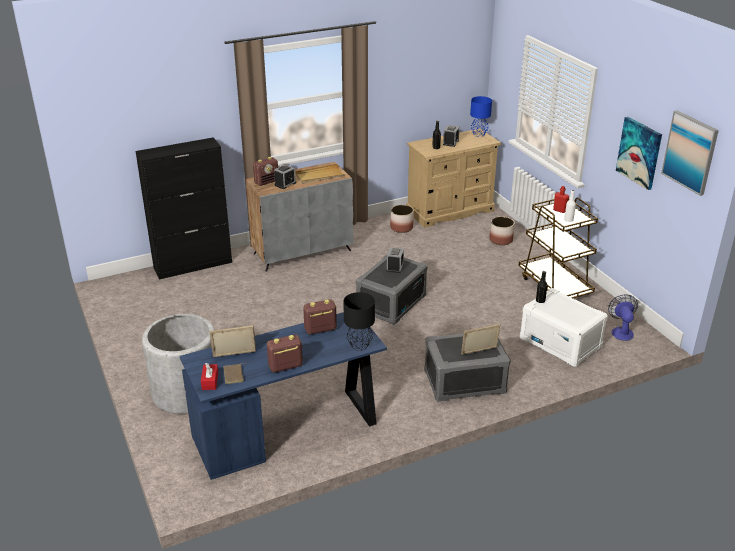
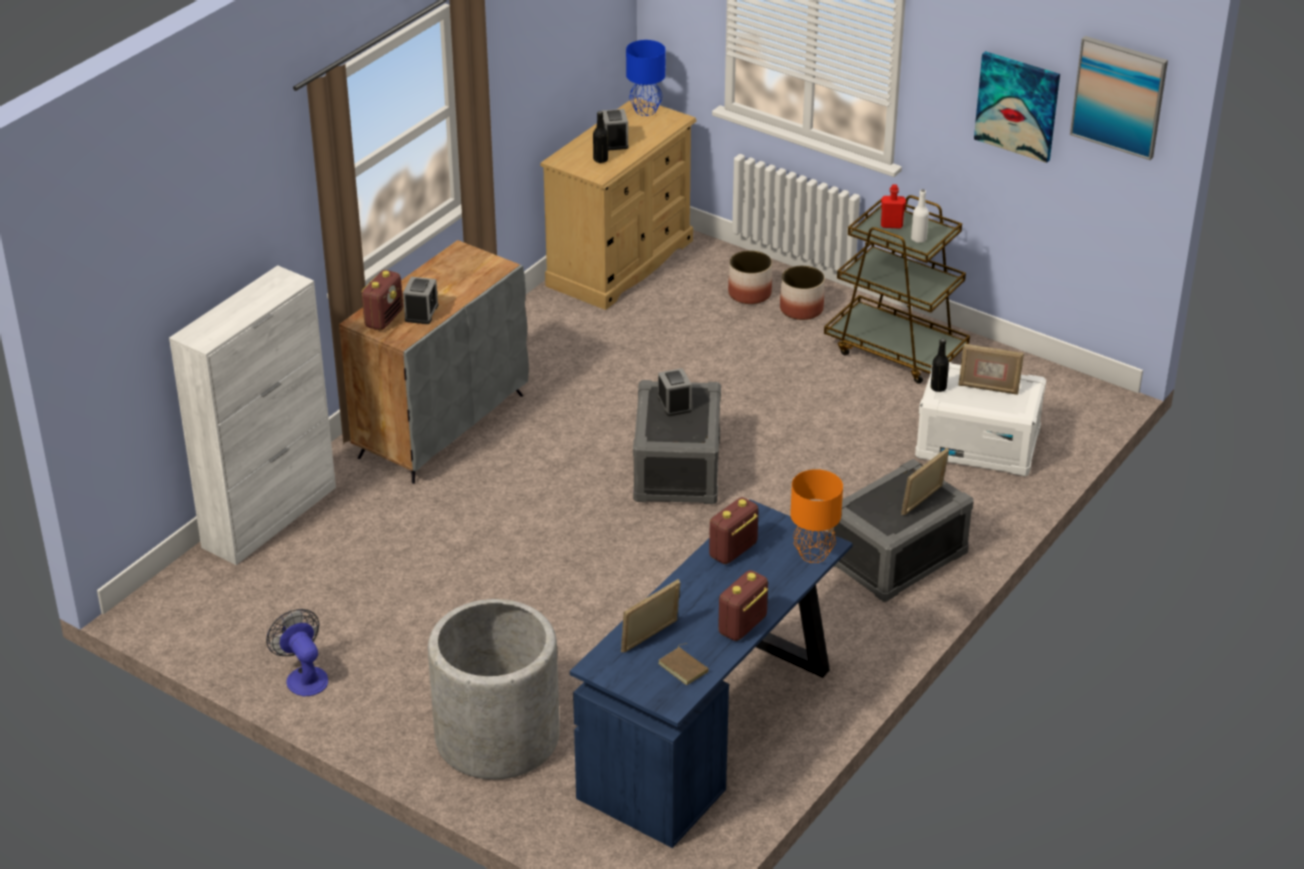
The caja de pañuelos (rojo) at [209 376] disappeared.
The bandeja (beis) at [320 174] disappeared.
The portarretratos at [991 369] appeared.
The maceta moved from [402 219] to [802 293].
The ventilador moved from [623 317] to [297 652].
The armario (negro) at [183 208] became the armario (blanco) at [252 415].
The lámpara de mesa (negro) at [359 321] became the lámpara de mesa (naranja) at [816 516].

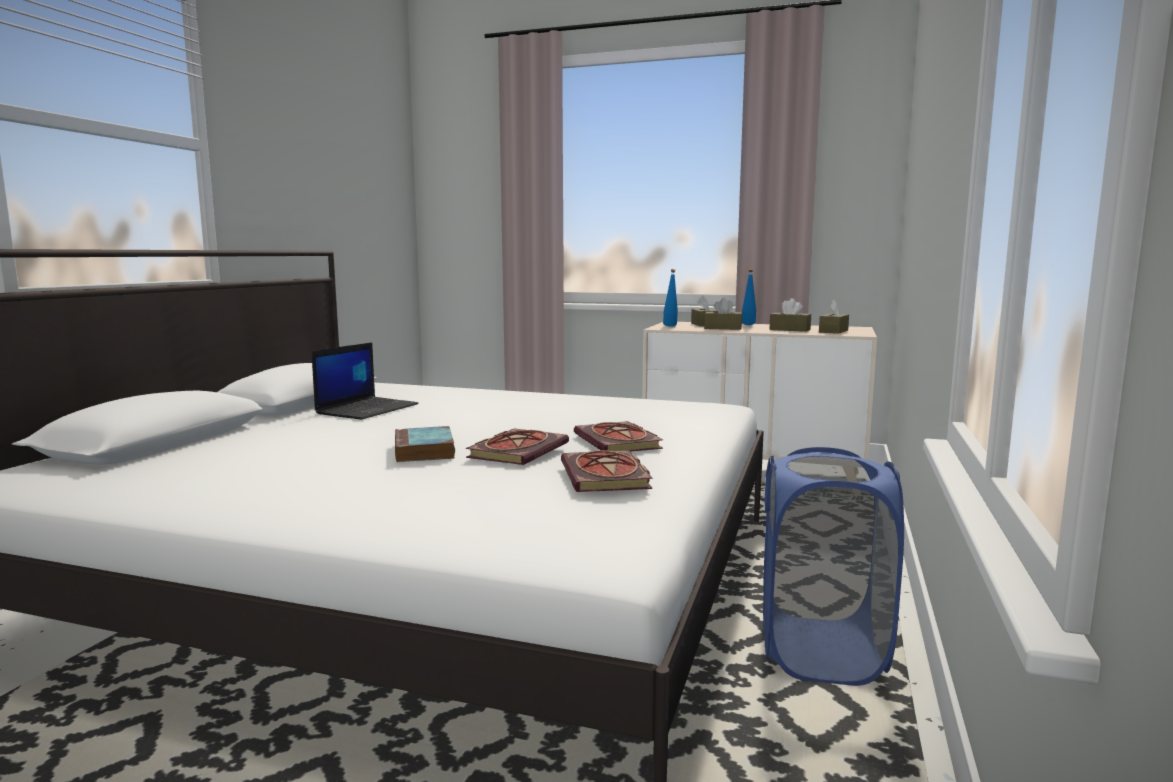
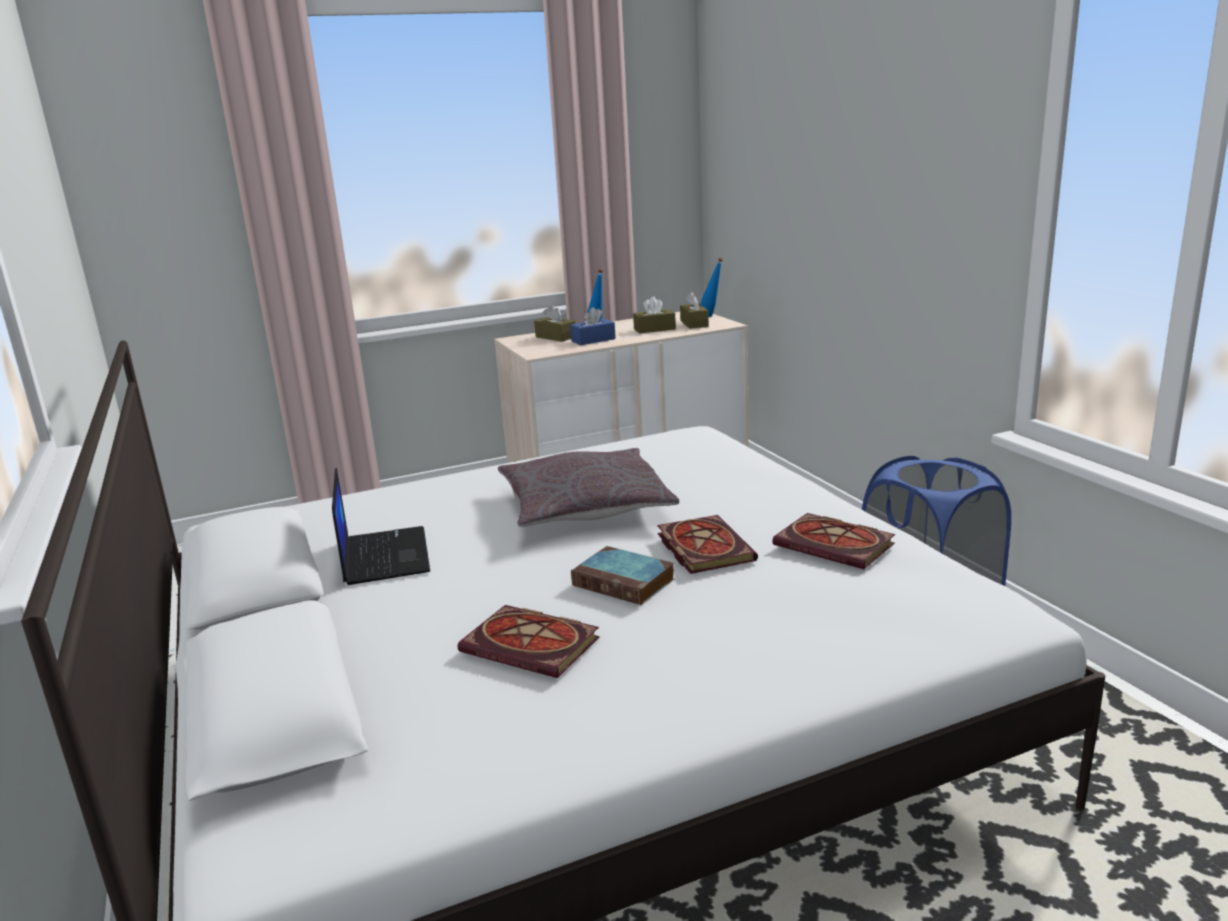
The cojín (gris) at [588 487] appeared.
The libro moved from [618 436] to [529 641].
The botella (azul) moved from [670 298] to [711 287].
The caja de pañuelos (marrón) at [723 314] became the caja de pañuelos (azul) at [593 326].

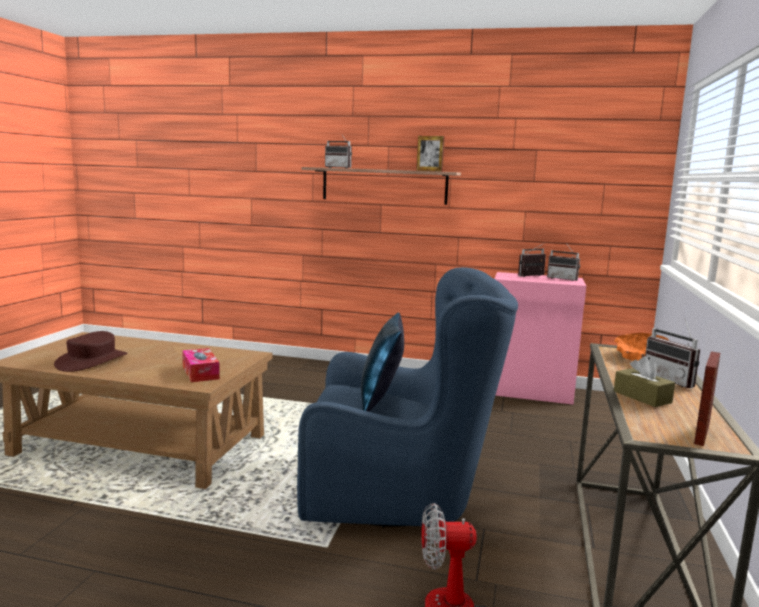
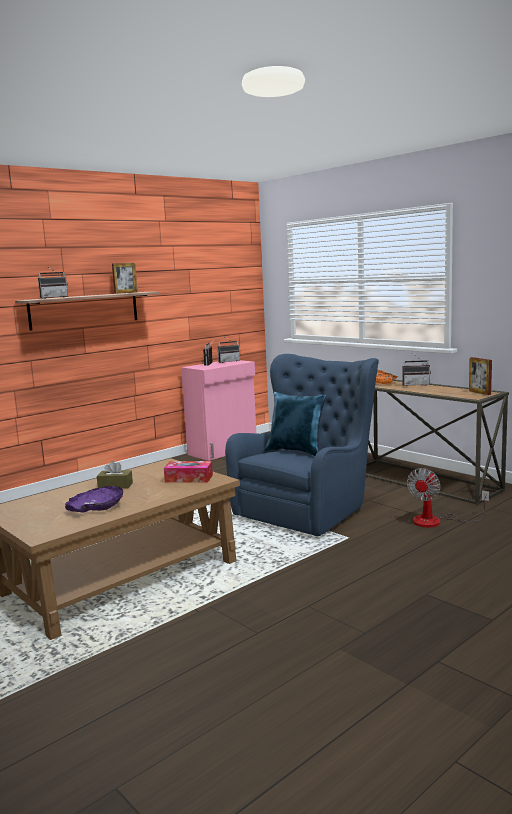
The caja de pañuelos (marrón) moved from [644 382] to [115 475].
The sombrero (marrón) at [90 351] was replaced by the cuenco (morado) at [94 499].

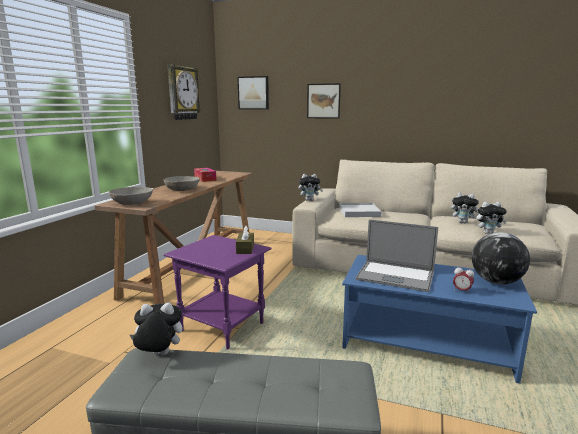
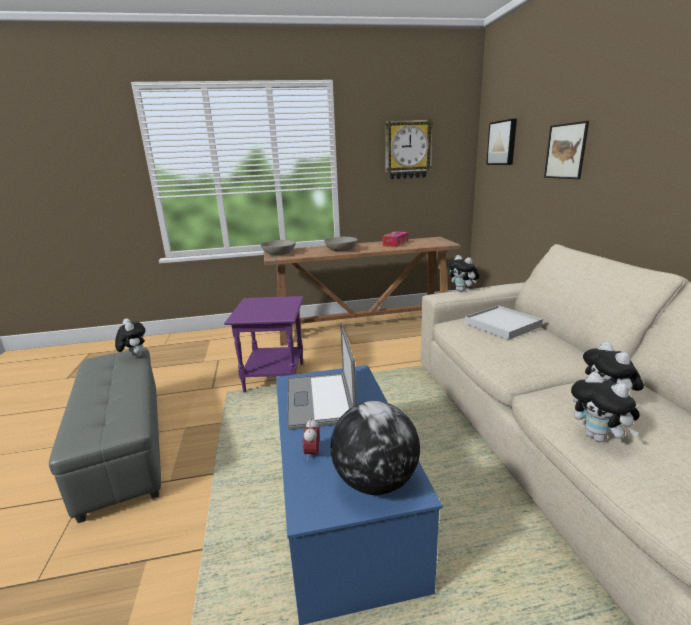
The caja de pañuelos (marrón) at [245 240] disappeared.

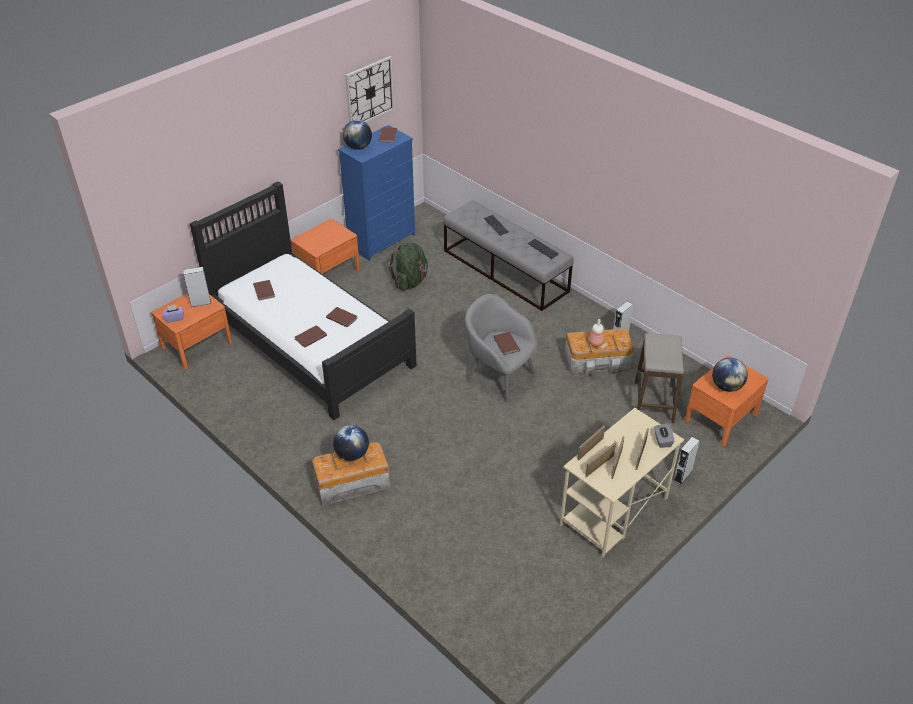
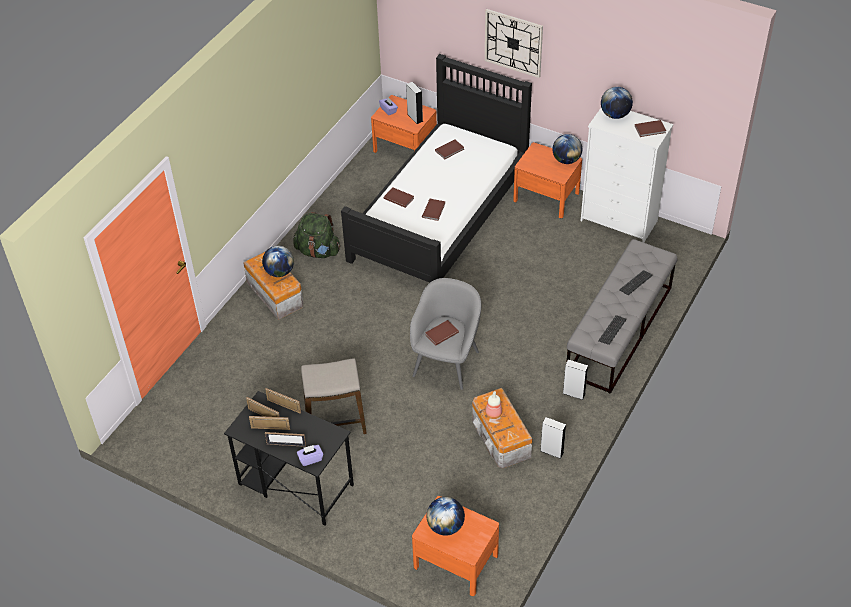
The globo terráqueo at [567 149] appeared.
The reloj de pared moved from [369 89] to [514 43].
The mochila (verde) moved from [408 266] to [316 235].
The taburete moved from [659 378] to [334 396].
The altavoz (gris) moved from [686 460] to [575 379].
The cómoda (azul) at [376 193] became the cómoda (blanco) at [627 175].
The escritorio (beis) at [622 483] became the escritorio (negro) at [289 458].
The caja de pañuelos (gris) at [664 435] became the caja de pañuelos (morado) at [310 455].

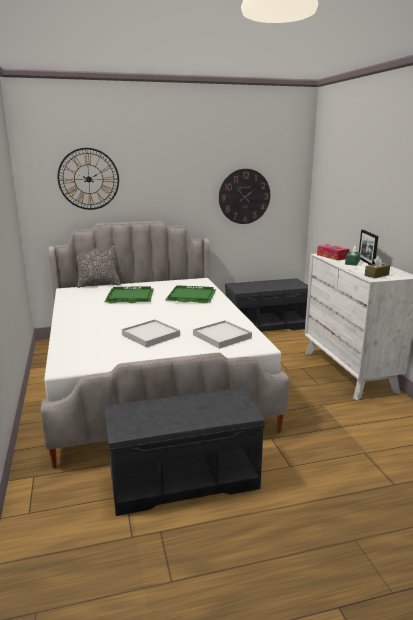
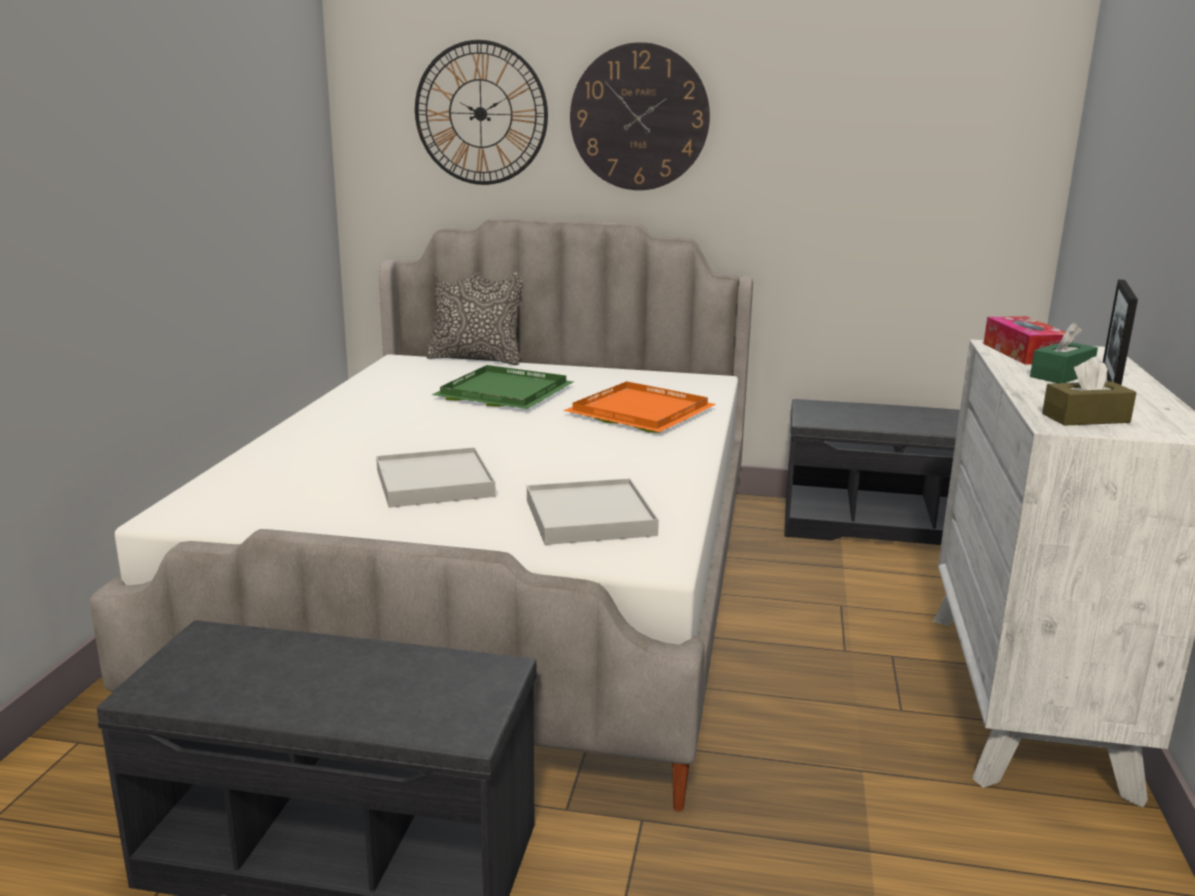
The reloj de pared moved from [244 196] to [640 116].
The bandeja (verde) at [190 294] became the bandeja (naranja) at [639 407].

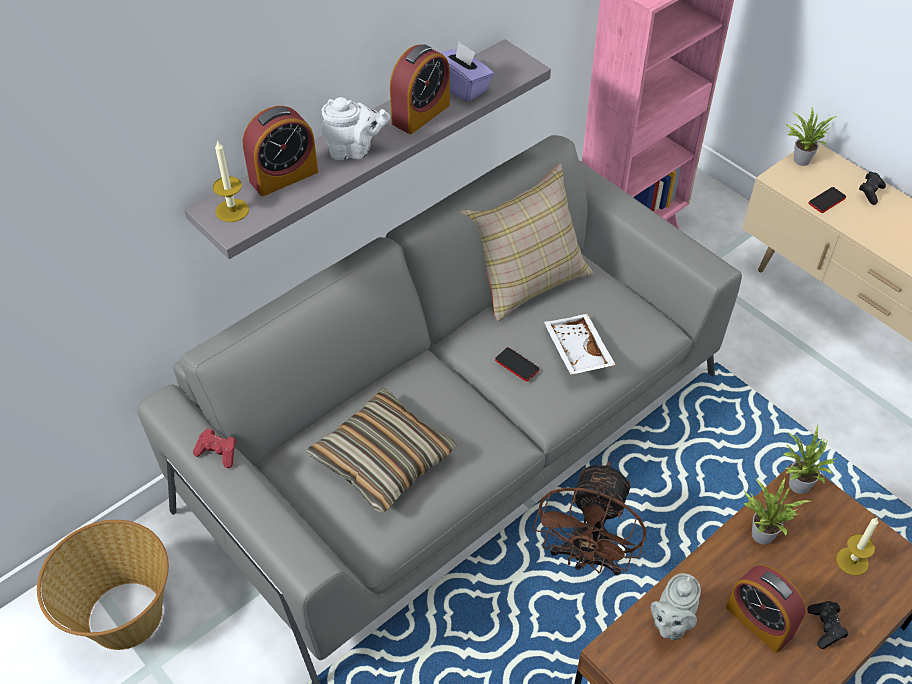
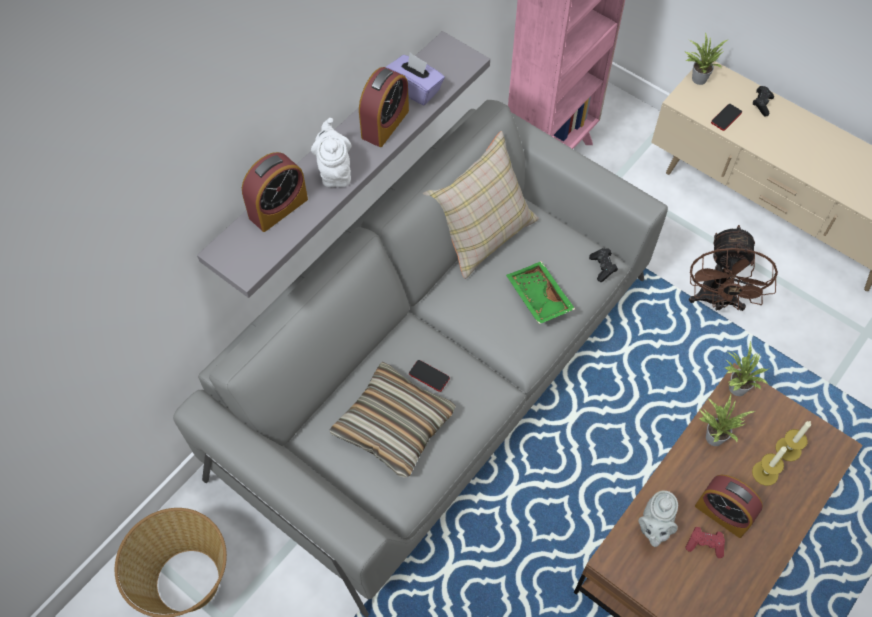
The mando de consola (rojo) moved from [215 448] to [705 542].
The vela moved from [231 181] to [769 466].
The móvil moved from [517 364] to [429 376].
The ventilador (marrón) moved from [589 518] to [733 268].
The mando de consola (negro) moved from [827 625] to [603 265].
The bandeja (blanco) at [580 344] became the bandeja (verde) at [540 292].
The tetera (blanco) at [355 128] turned 90 degrees counterclockwise.

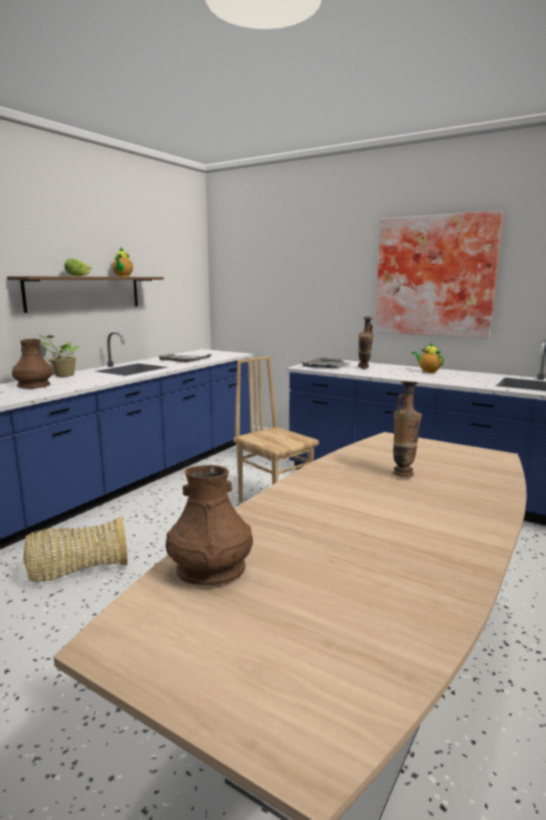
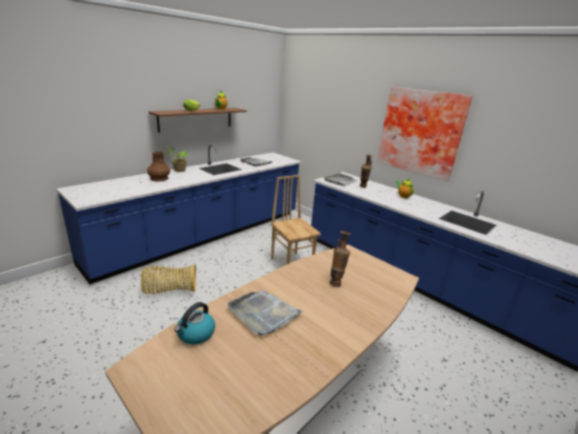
The bandeja (gris) at [266 312] appeared.
The florero (marrón) at [209 525] was replaced by the hervidor at [194 323].

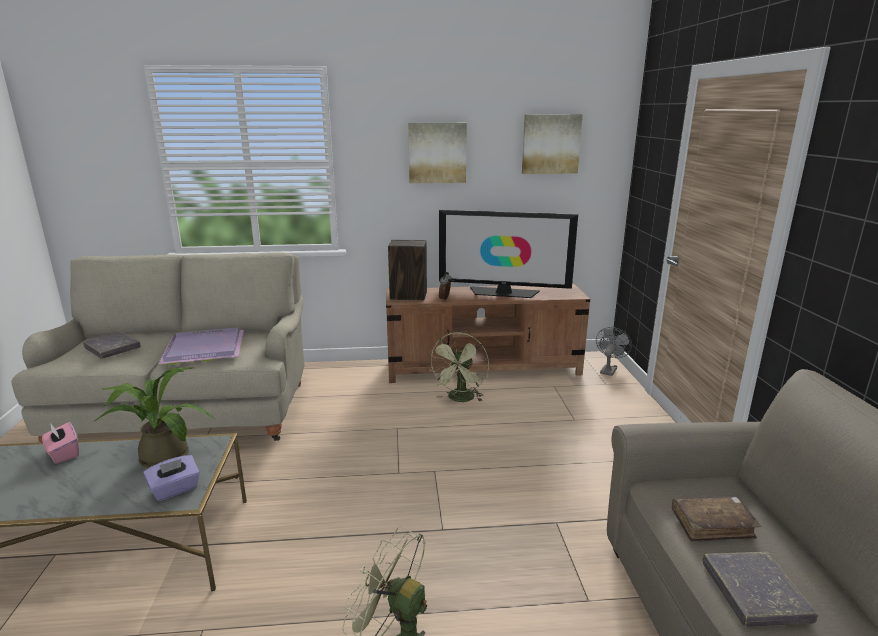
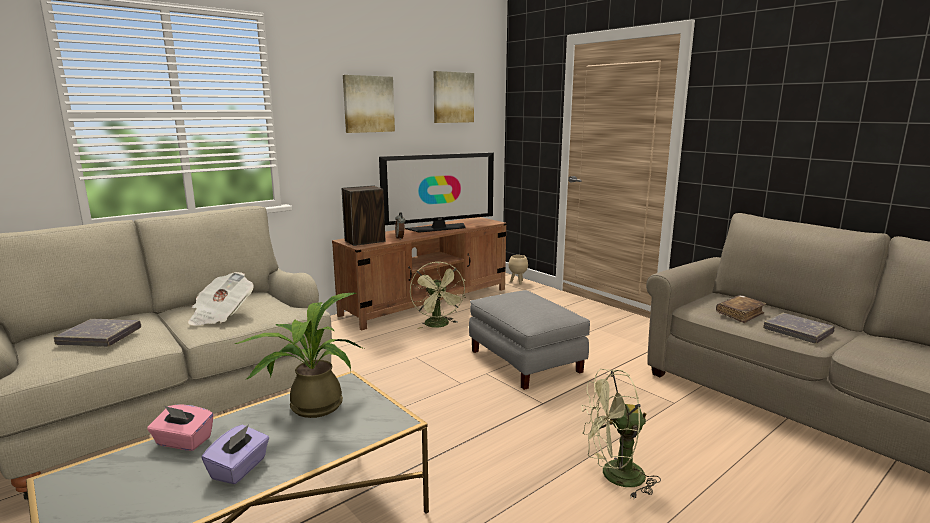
The puf (gris) at [529 340] appeared.
The caja de pañuelos (morado) moved from [171 478] to [235 454].
The bandeja (morado) at [201 346] was replaced by the periódico at [221 299].
The ventilador (gris) at [614 351] was replaced by the maceta (beis) at [518 270].

